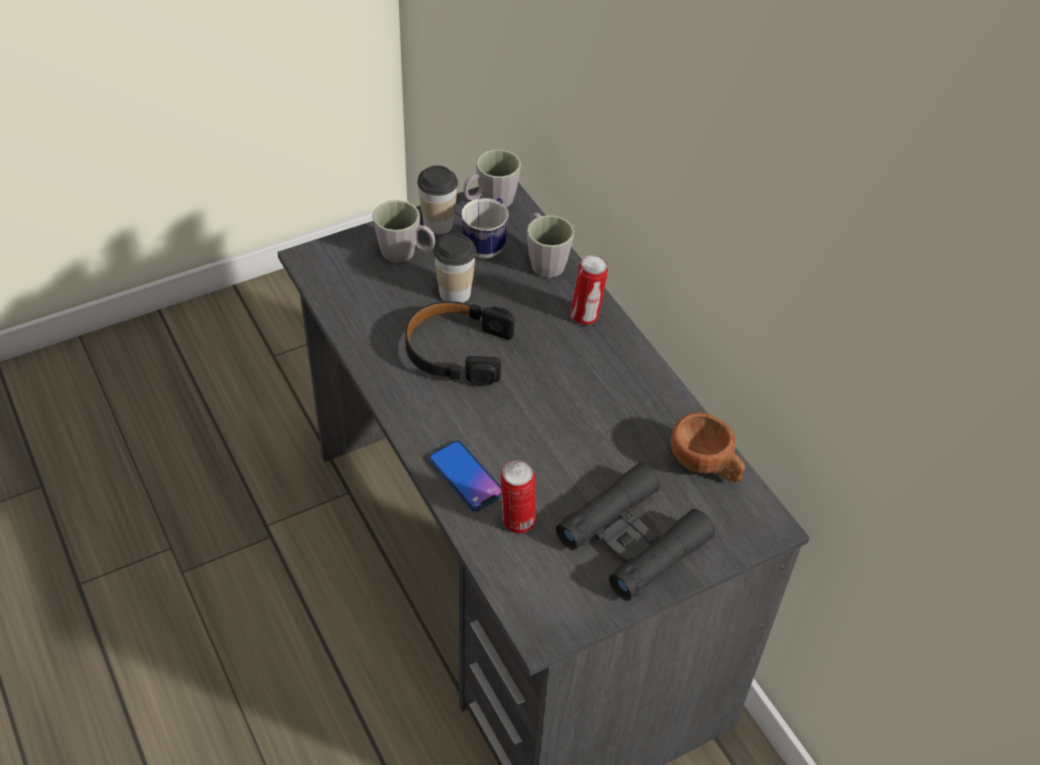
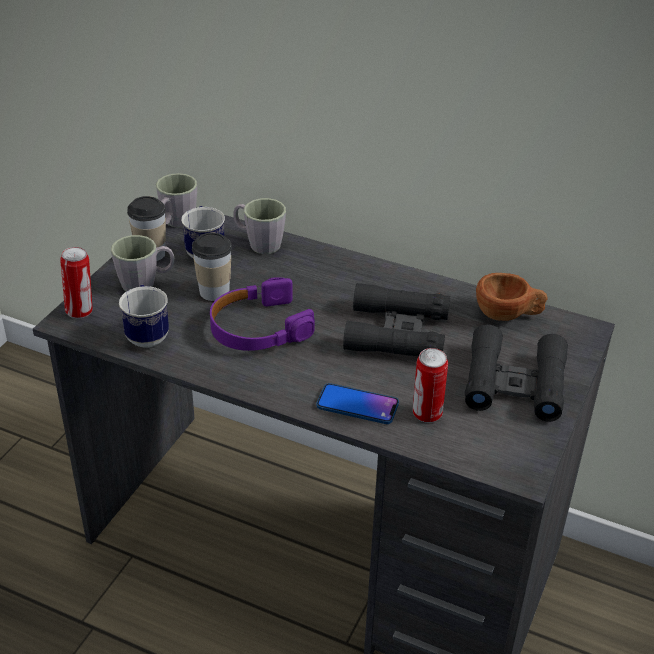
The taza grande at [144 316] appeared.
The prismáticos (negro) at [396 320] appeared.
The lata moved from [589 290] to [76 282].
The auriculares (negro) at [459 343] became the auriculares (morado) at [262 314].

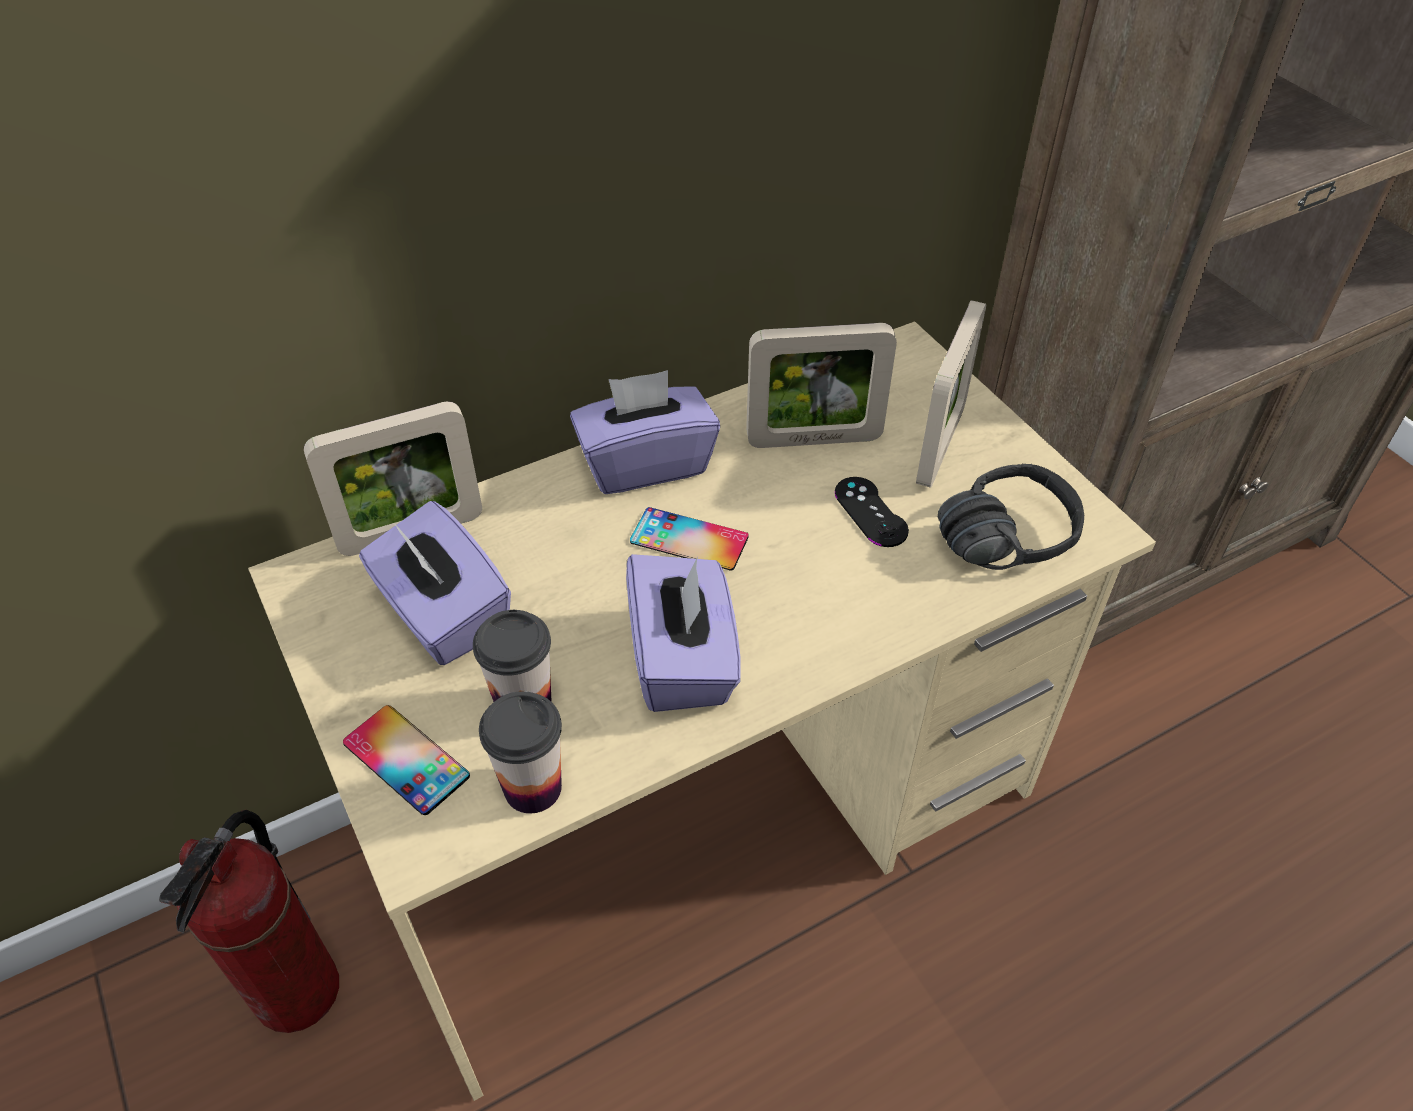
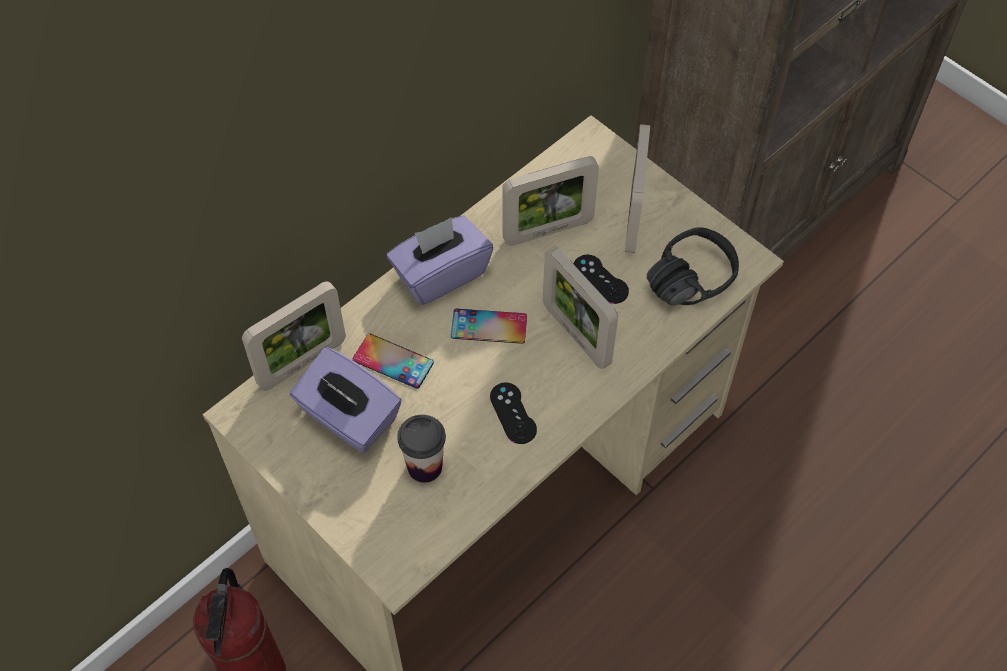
The taza at [520 752] disappeared.
The portarretratos at [580 307] appeared.
The móvil moved from [406 760] to [393 361].
The caja de pañuelos (morado) at [683 633] was replaced by the mando de consola (negro) at [513 413].

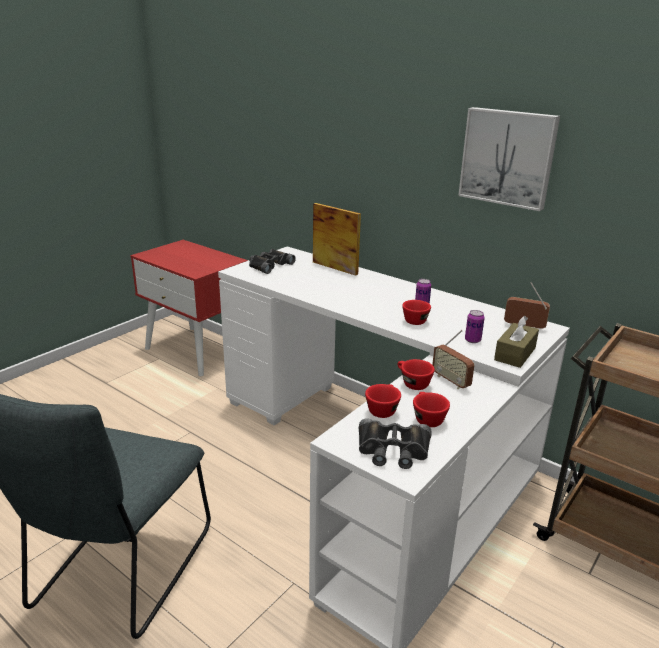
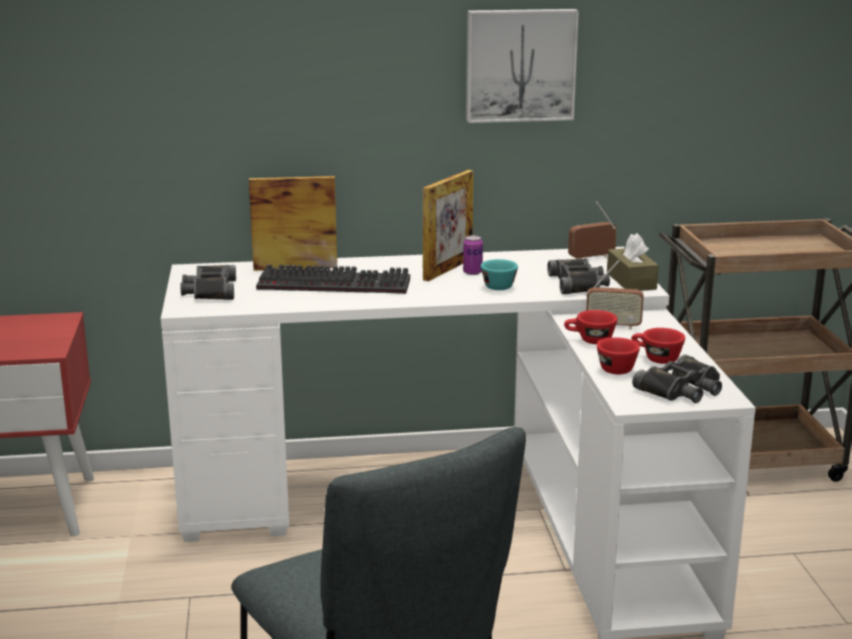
The teclado at [333 279] appeared.
The portarretratos at [448 225] appeared.
The lata at [475 326] was replaced by the prismáticos (negro) at [578 276].
The taza (rojo) at [416 312] became the taza (turquesa) at [499 274].

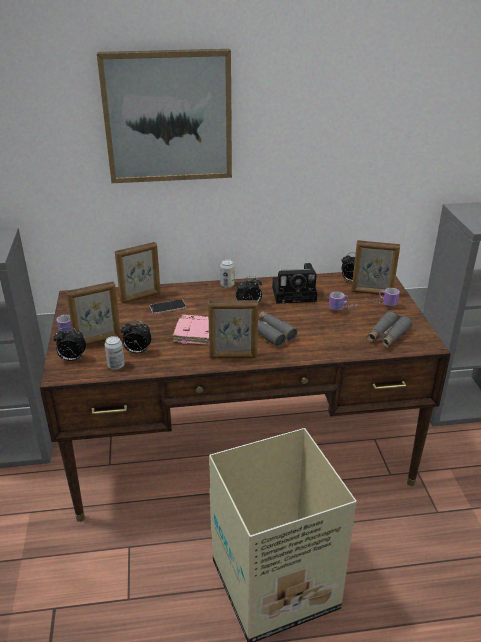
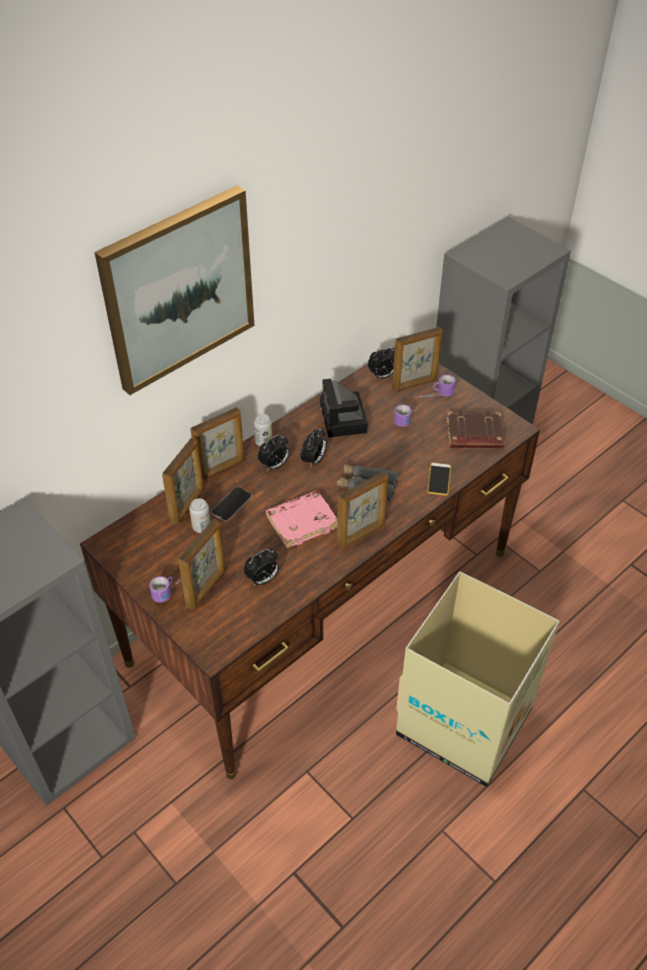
The portarretratos at [217 443] appeared.
The móvil at [439 479] appeared.
The despertador moved from [69 344] to [274 452].
The lata moved from [115 353] to [200 515].
The prismáticos (gris) at [389 329] was replaced by the libro (marrón) at [475 430].
The cámara at [294 283] turned 120 degrees clockwise.

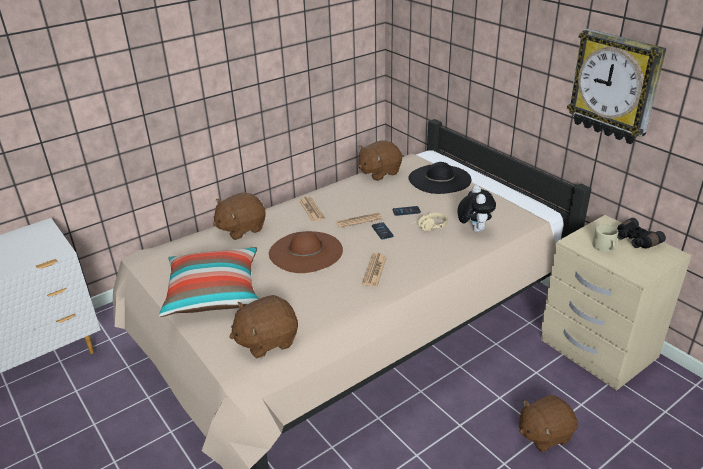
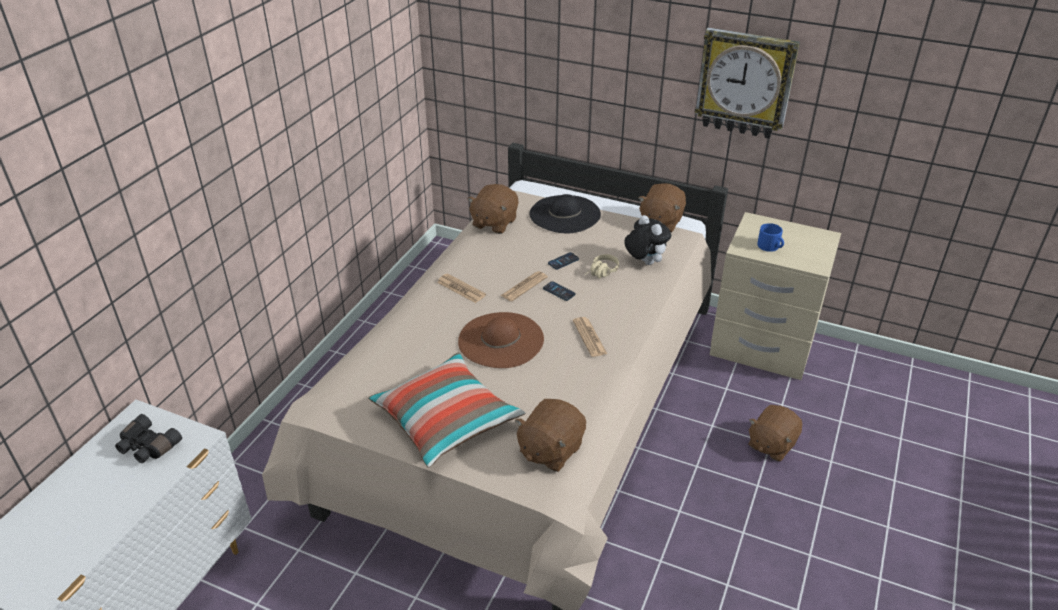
The peluche (marrón) moved from [239 216] to [662 207].
The prismáticos (negro) moved from [641 233] to [148 438].
The taza grande (beis) at [605 238] became the taza grande (azul) at [770 237].

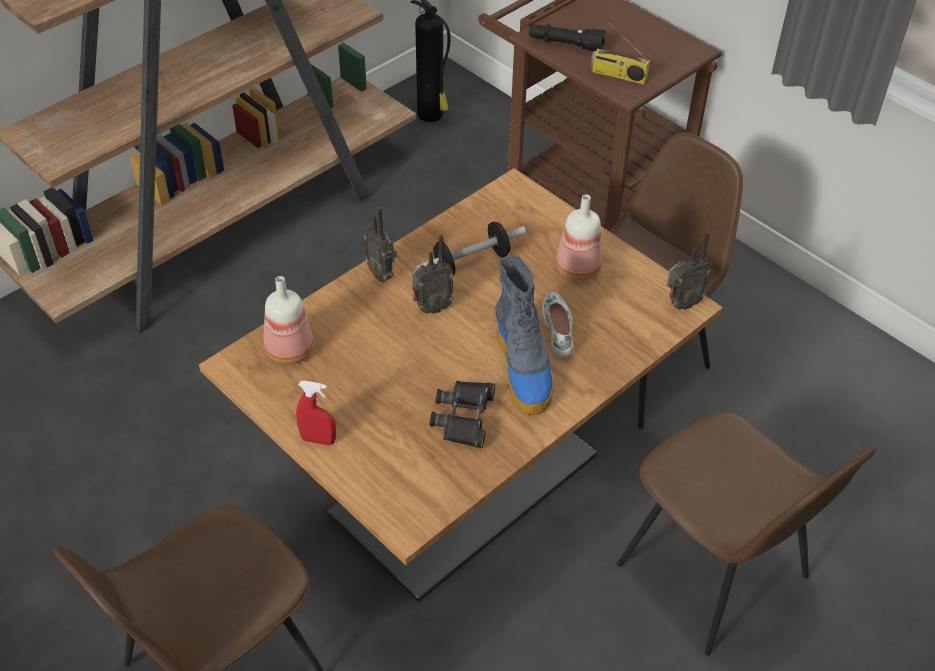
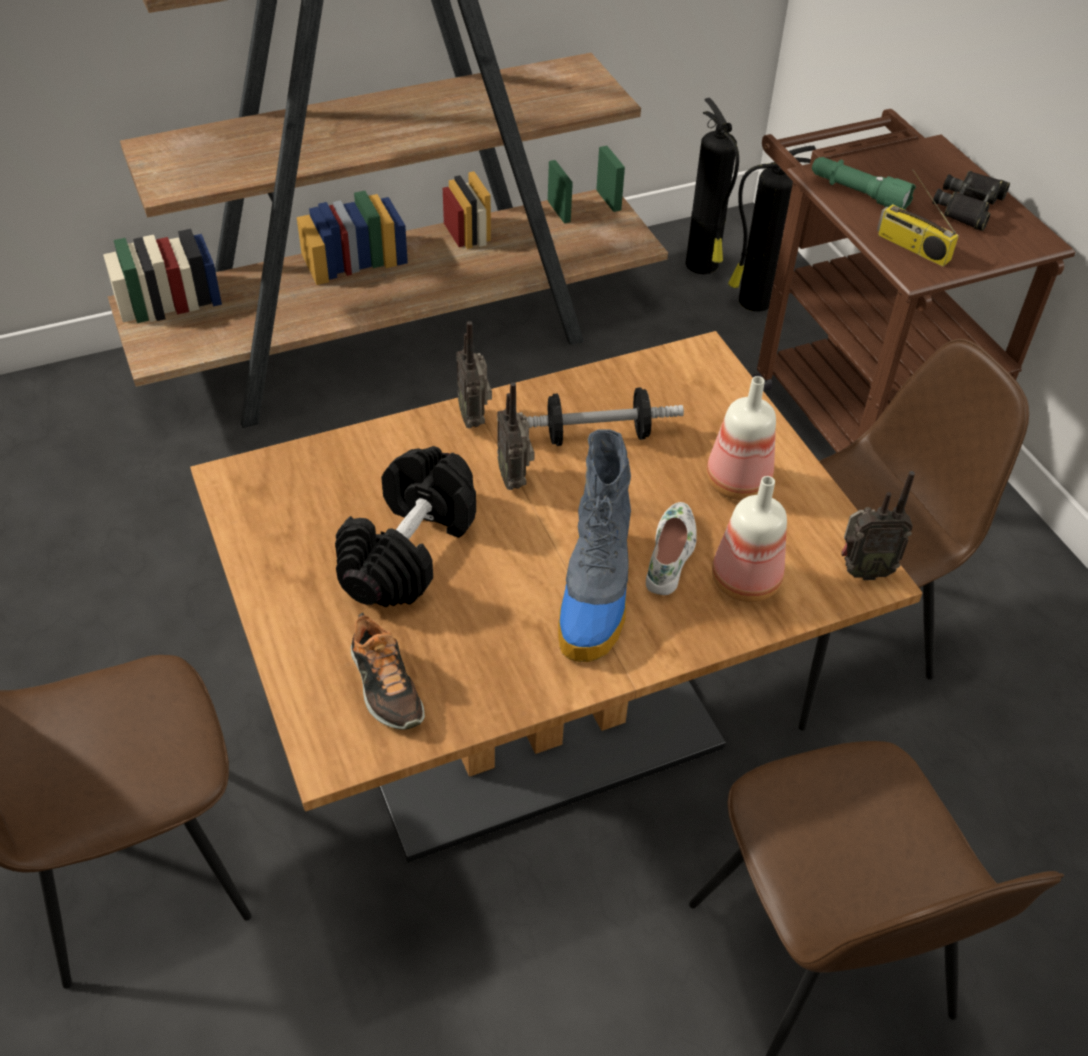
The pulverizador (rojo) at [316 413] disappeared.
The mancuerna (negro) at [405 526] appeared.
The zapato at [388 671] appeared.
The extintor at [772 229] appeared.
The botella moved from [288 320] to [749 539].
The prismáticos (negro) moved from [462 414] to [971 201].
The linterna (negro) at [567 37] became the linterna (verde) at [864 183].
The radio at [433 274] turned 75 degrees clockwise.

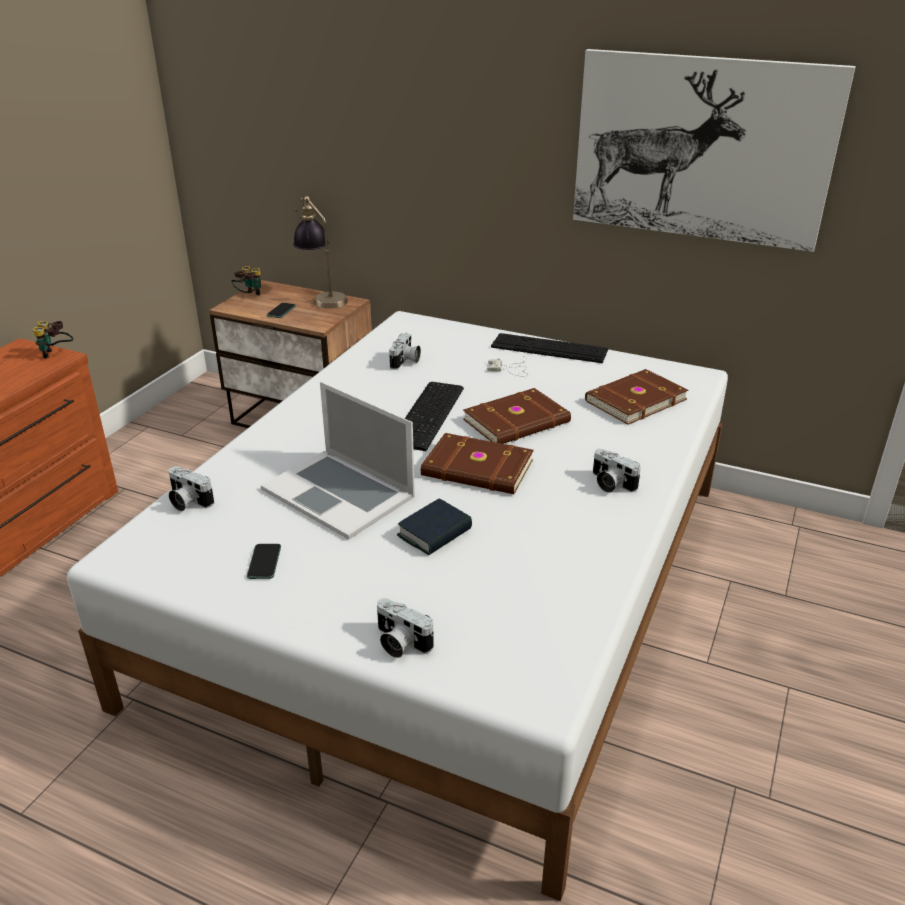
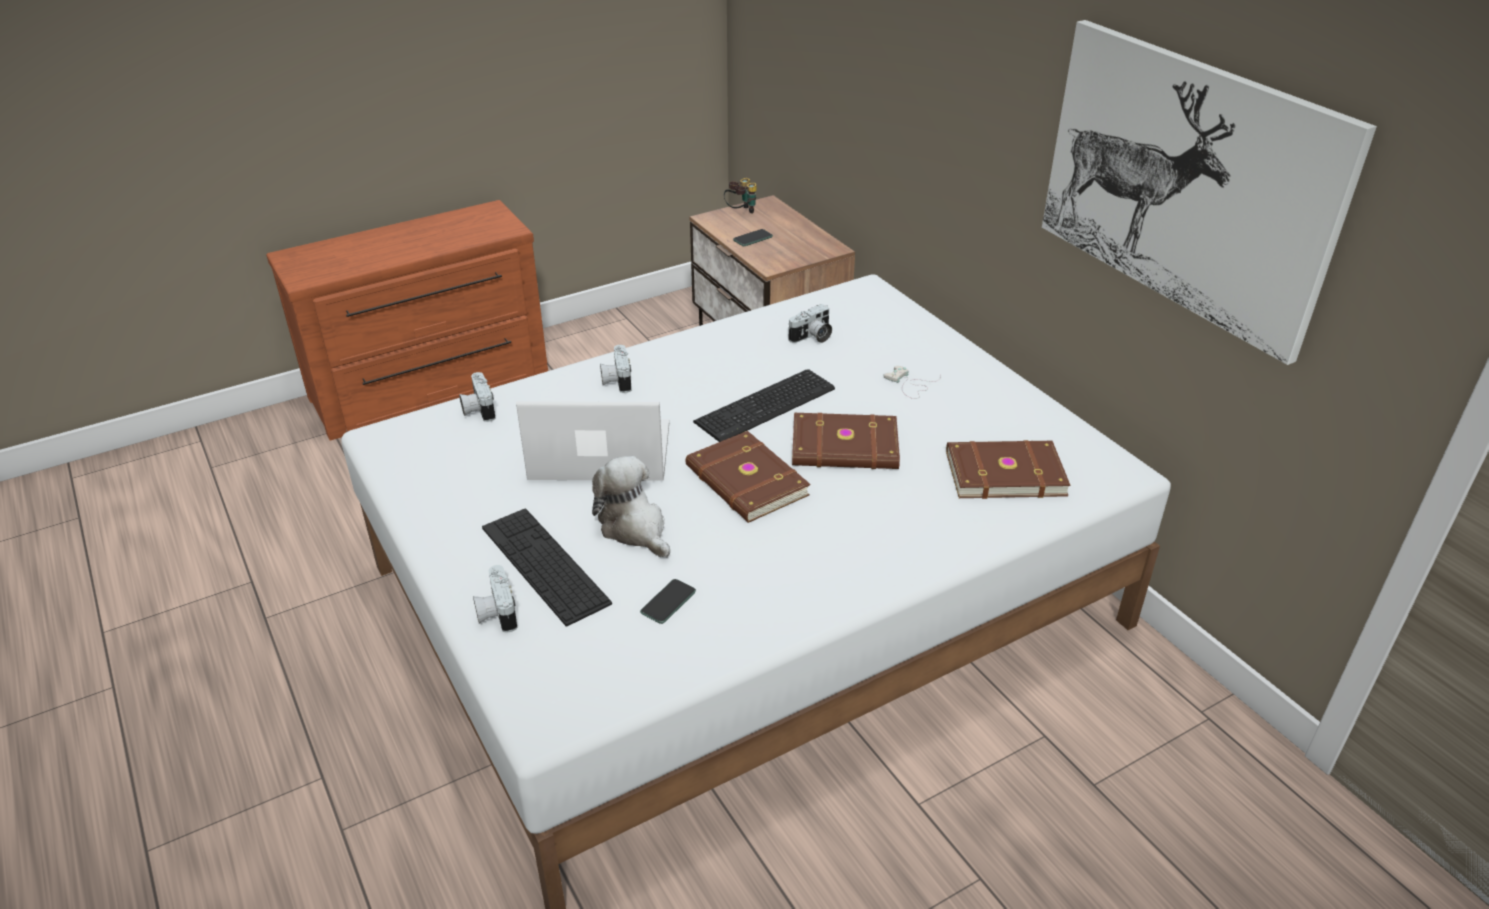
The prismáticos at [53 340] disappeared.
The lámpara de mesa at [320 252] disappeared.
The móvil moved from [264 561] to [668 601].
The teclado moved from [549 348] to [547 567].
The cámara moved from [617 471] to [615 369].
The libro at [434 527] was replaced by the peluche at [631 507].
The portátil at [338 461] turned 105 degrees clockwise.

